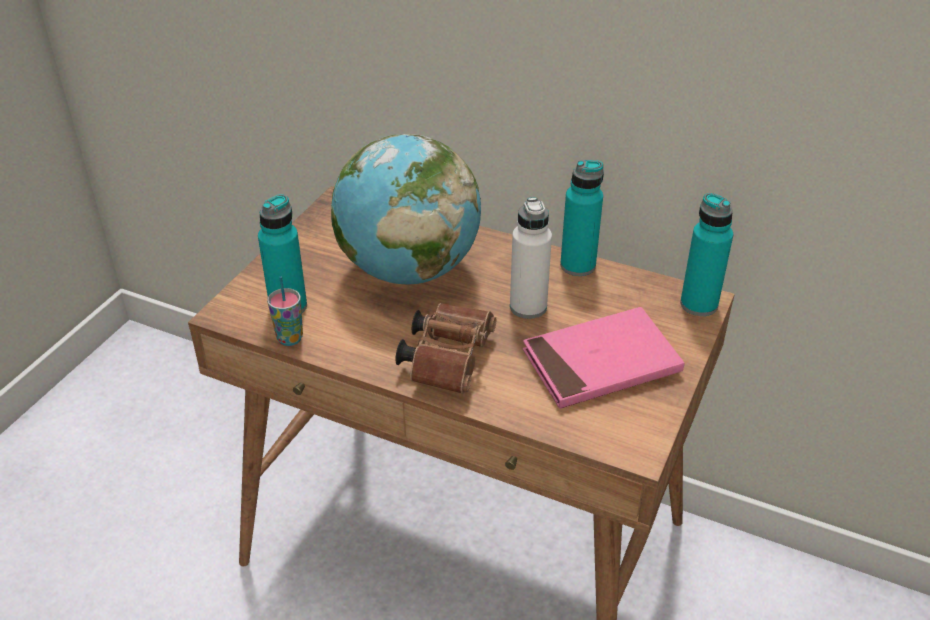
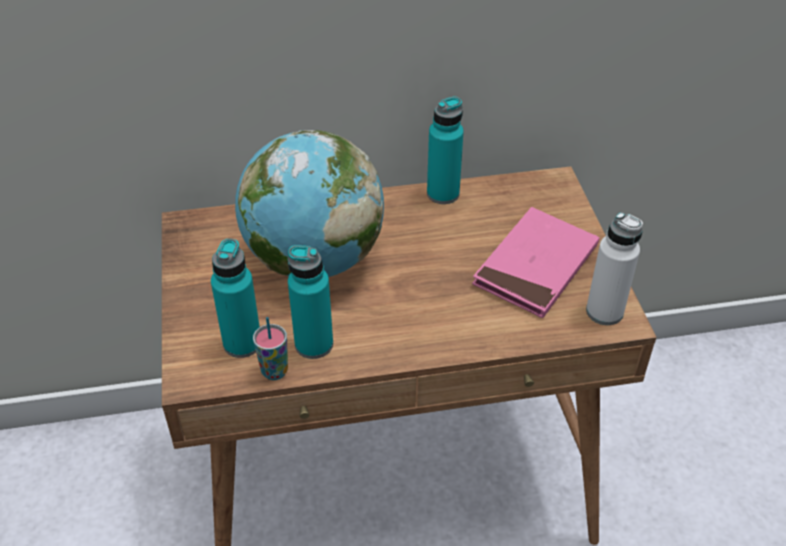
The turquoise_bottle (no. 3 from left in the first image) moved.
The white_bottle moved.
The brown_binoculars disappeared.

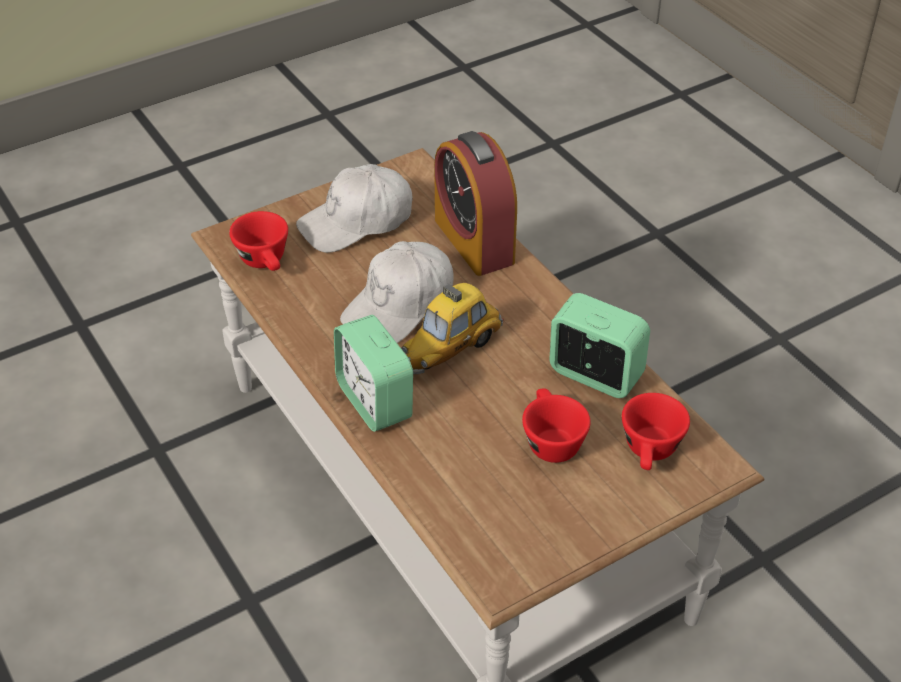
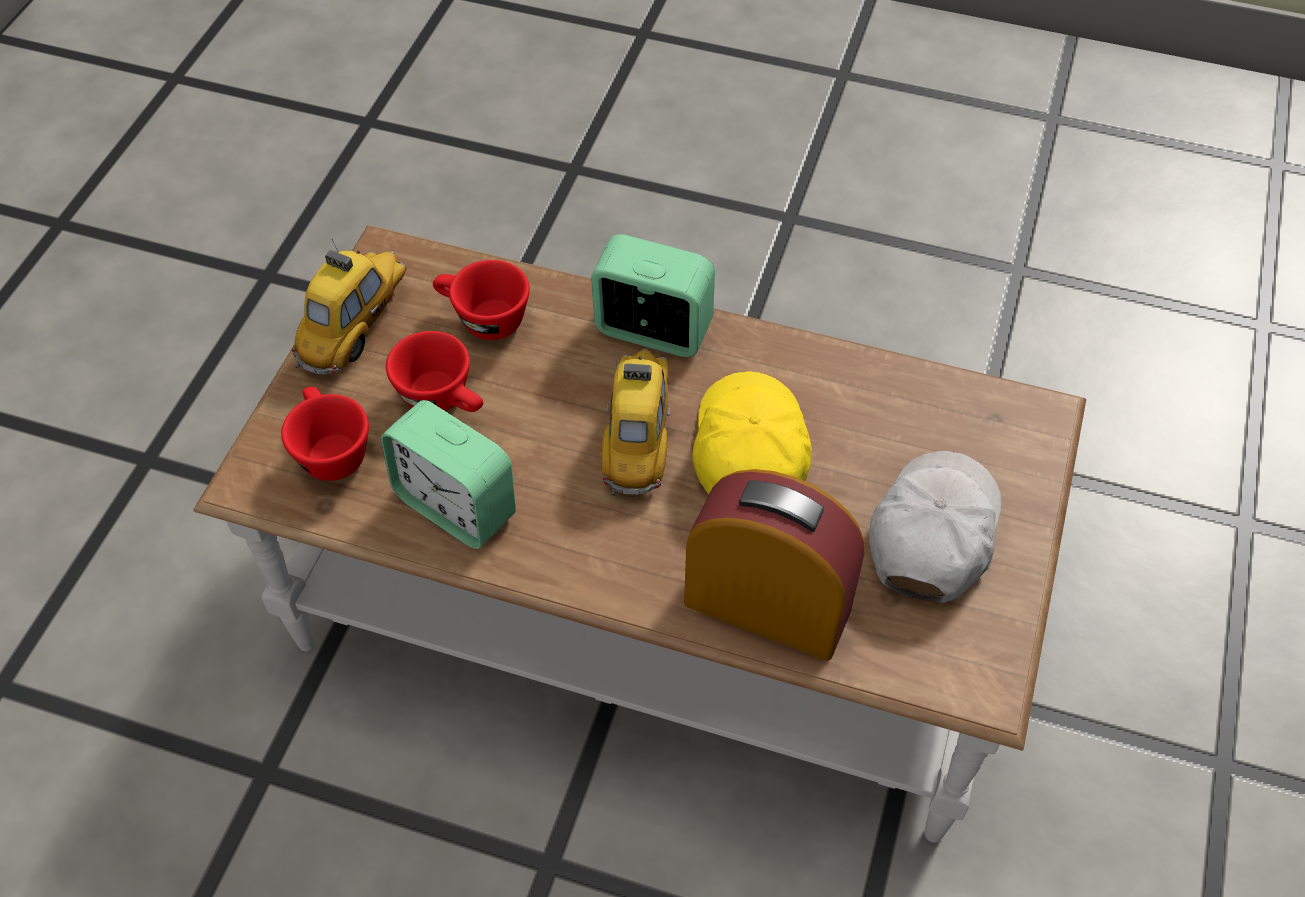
The red_cup (no. 1 from left in the first image) moved.
The white_cap (no. 2 from left) became the yellow_cap.
The alarm_clock (no. 3 from left in the first image) turned 45 degrees clockwise.
The toy_car (no. 1 from left) appeared.

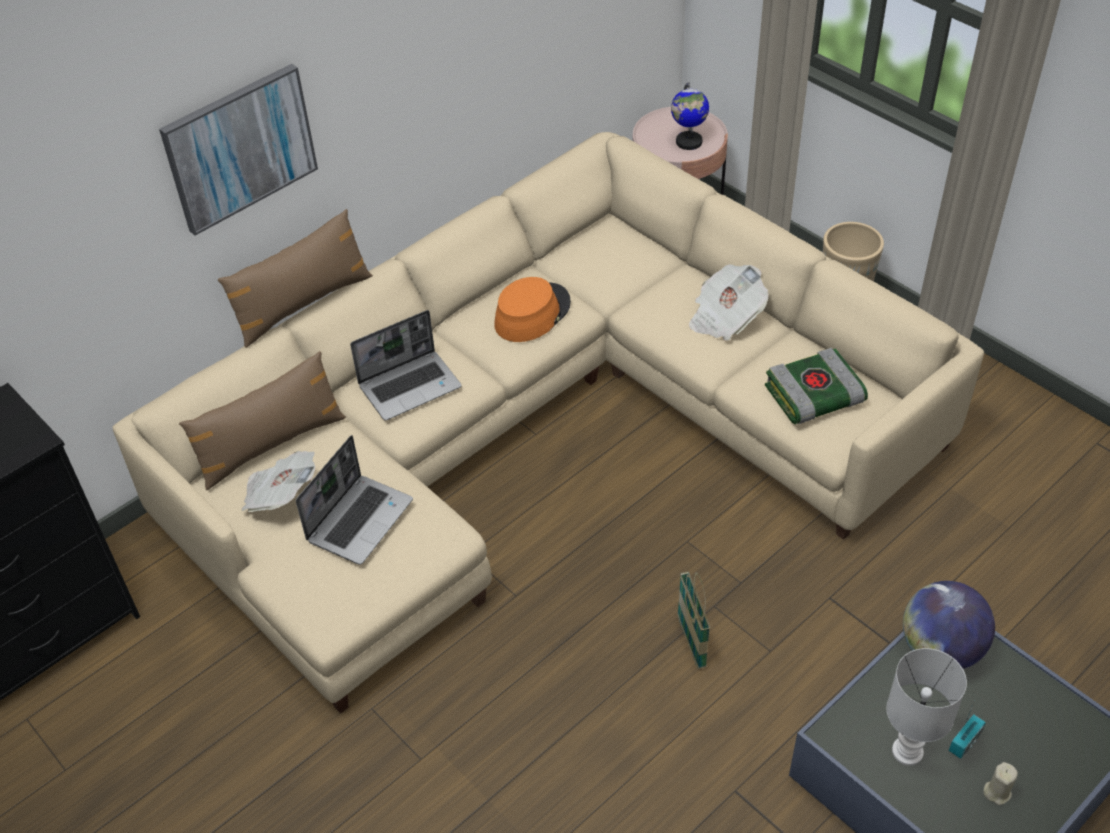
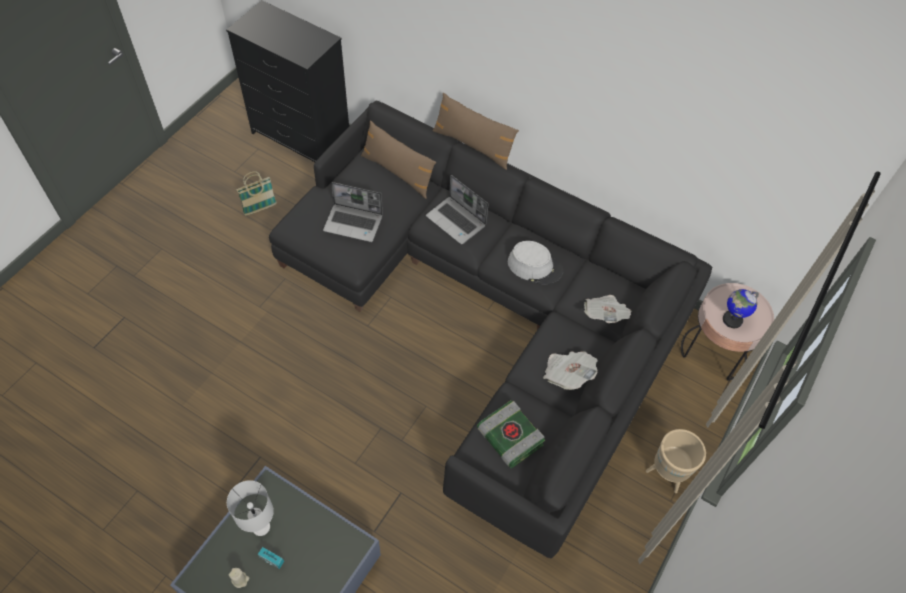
The picture disappeared.
The beige_sofa became the black_sofa.
The orange_hat became the grey_hat.
The newspaper (no. 1 from left in the first image) moved.
The basket moved.
The globe (no. 2 from left) disappeared.

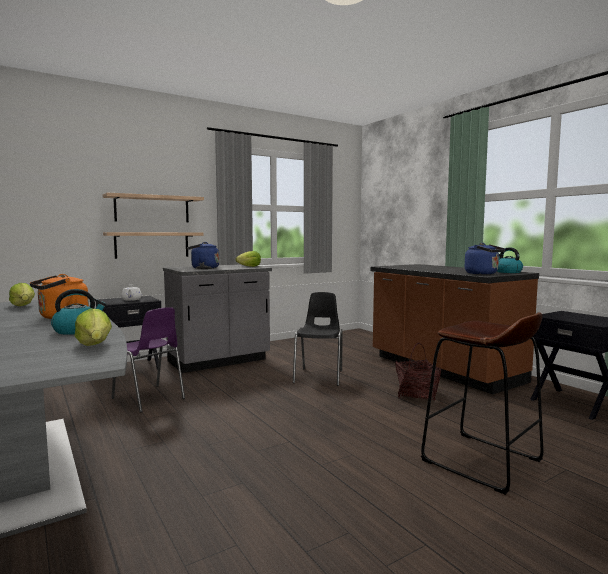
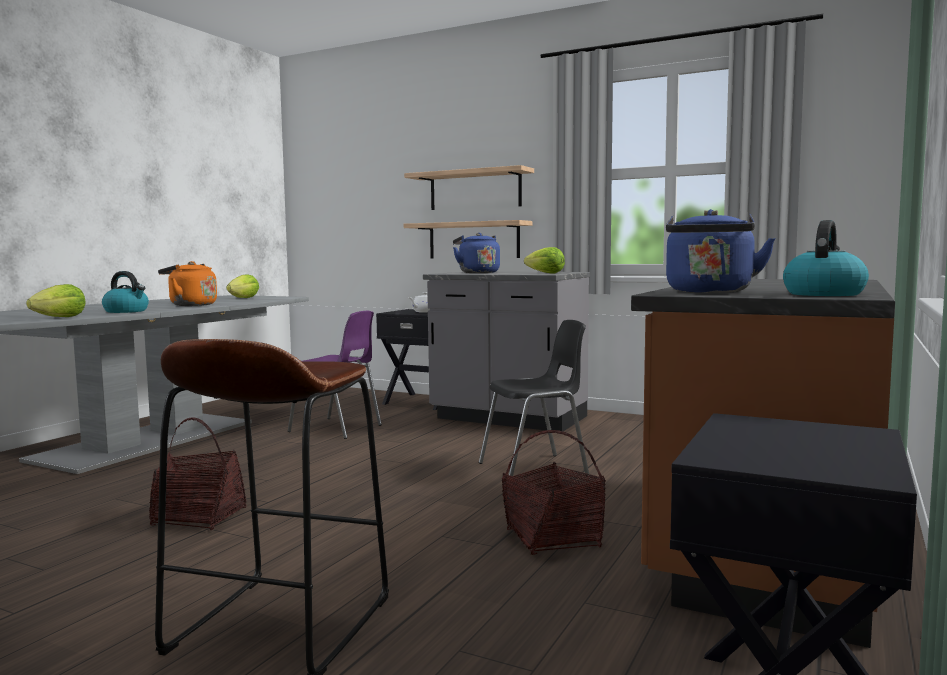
The purple_chair turned 75 degrees counterclockwise.
The basket (no. 1 from left) appeared.

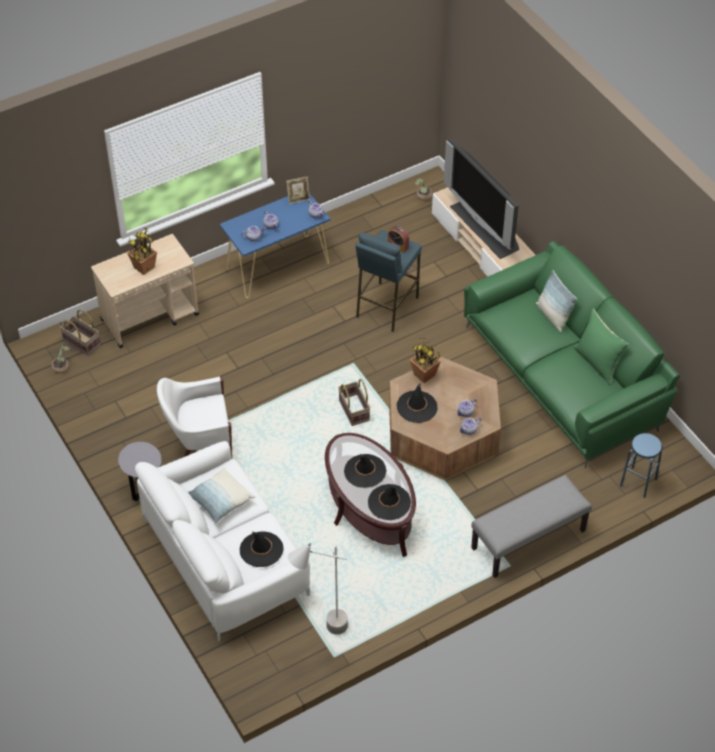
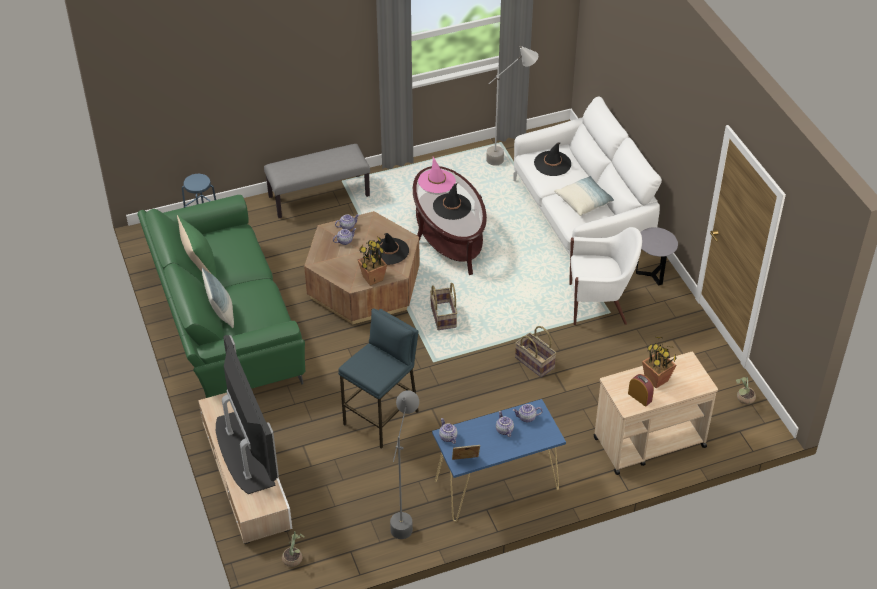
The alarm_clock moved.
The basket (no. 1 from left in the first image) moved.
The black_hat (no. 3 from left) became the pink_hat.
The grey_floor_lamp (no. 1 from left) appeared.

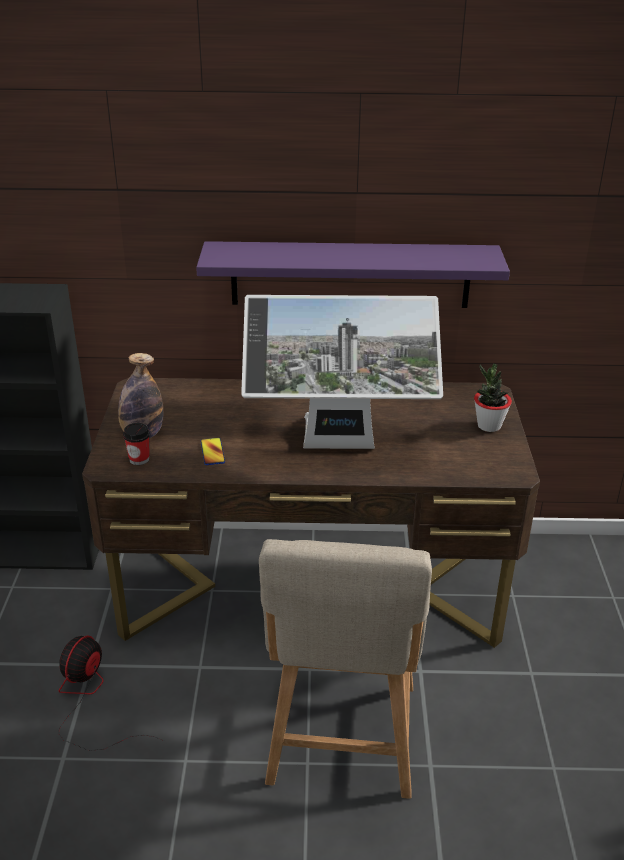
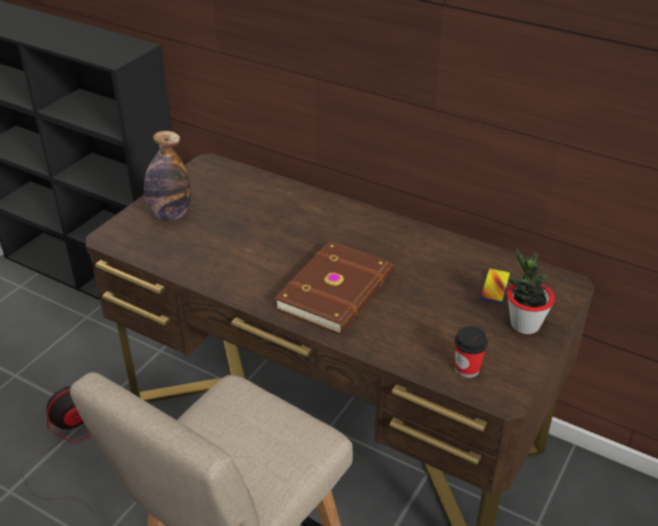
The purple_shelf disappeared.
The monitor was replaced by the brown_book.
The cup moved.
The phone moved.

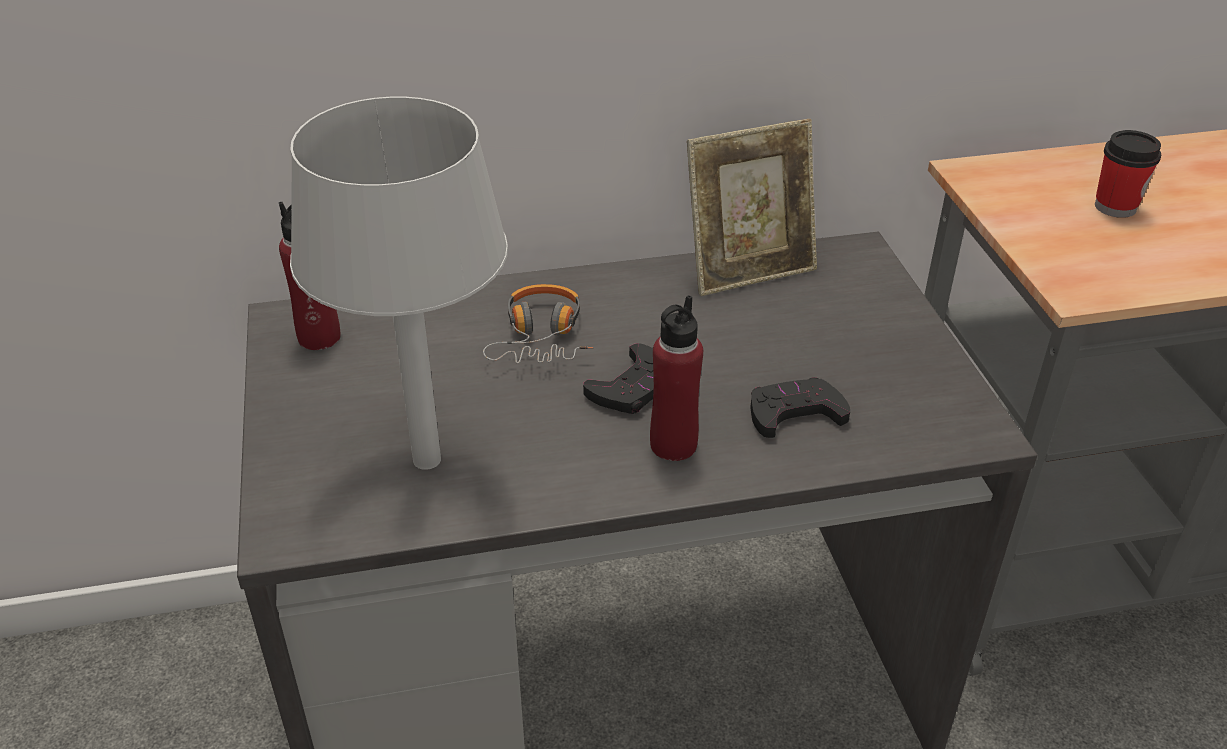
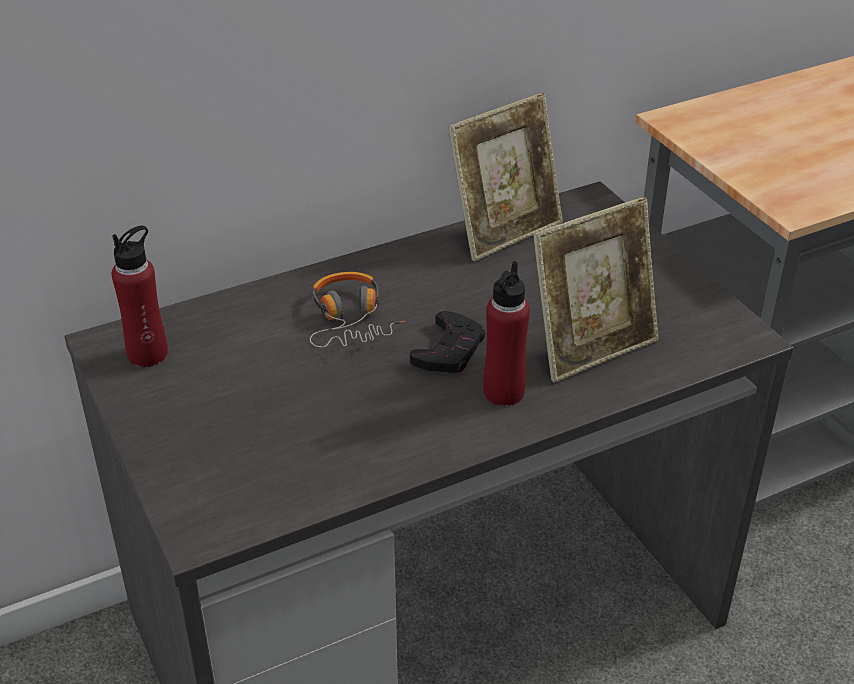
The grey_table_lamp disappeared.
The cup disappeared.
The black_game_controller (no. 2 from left) was replaced by the picture_frame (no. 2 from left).

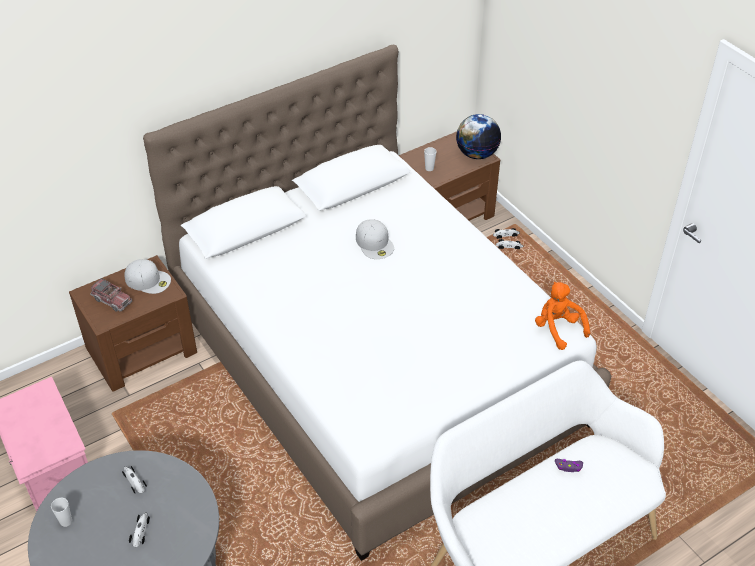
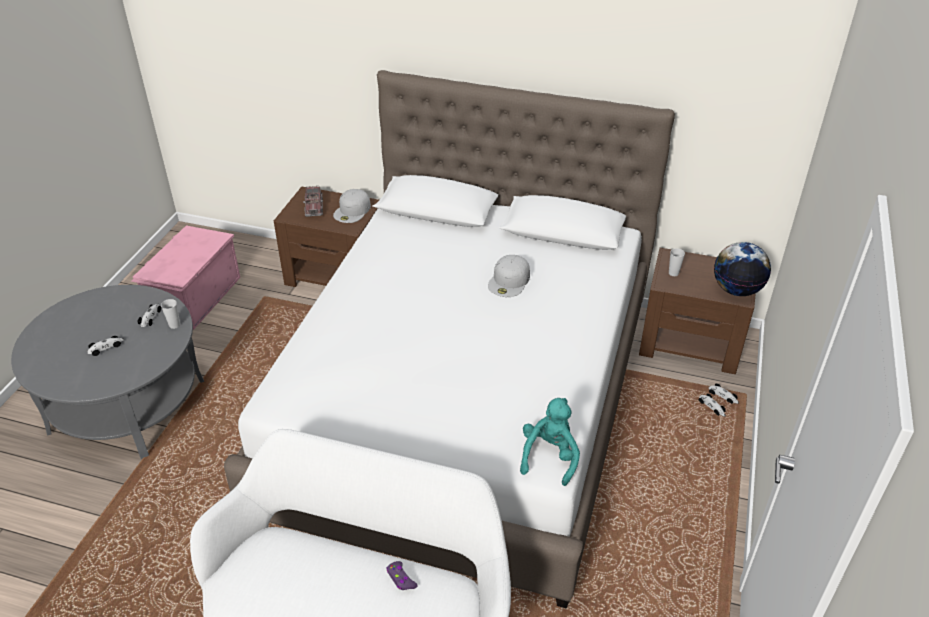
The white_cap (no. 1 from left) turned 45 degrees clockwise.
The orange_plush_toy became the turquoise_plush_toy.
The cup (no. 1 from left) moved.

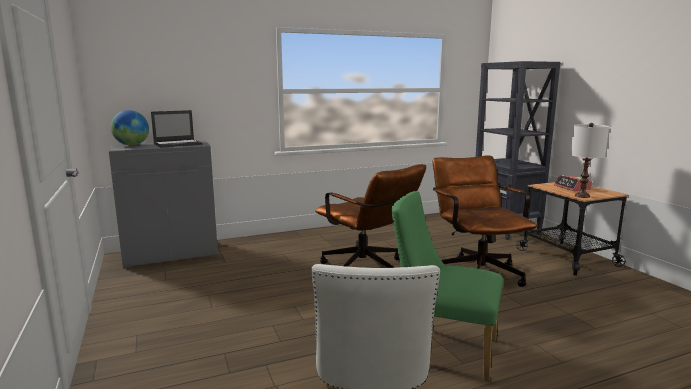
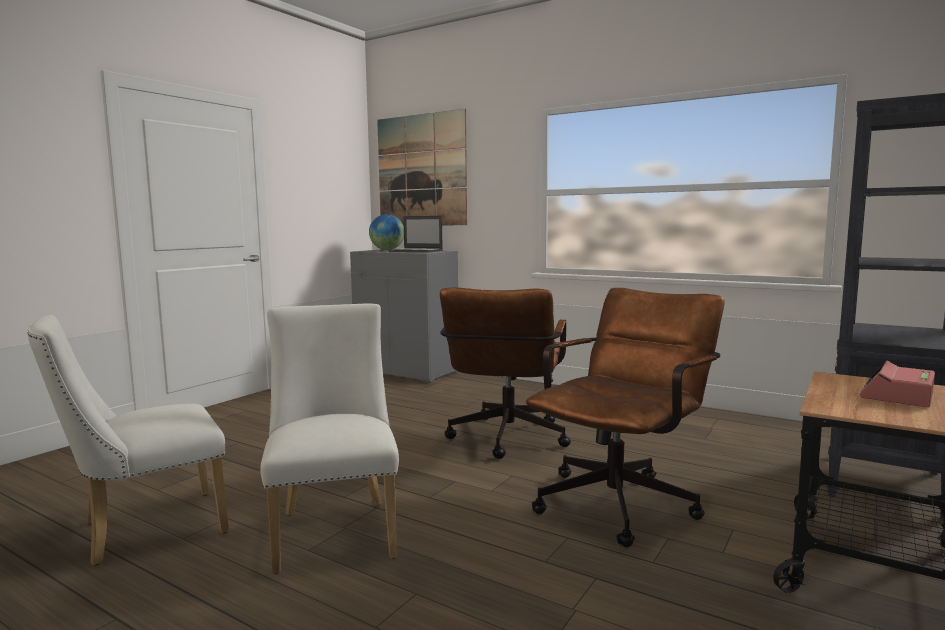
The white_table_lamp disappeared.
The green_chair became the white_chair (no. 2 from left).
The picture appeared.

